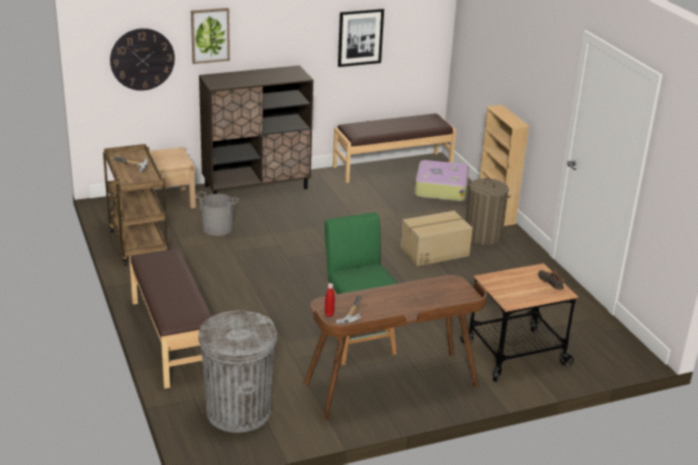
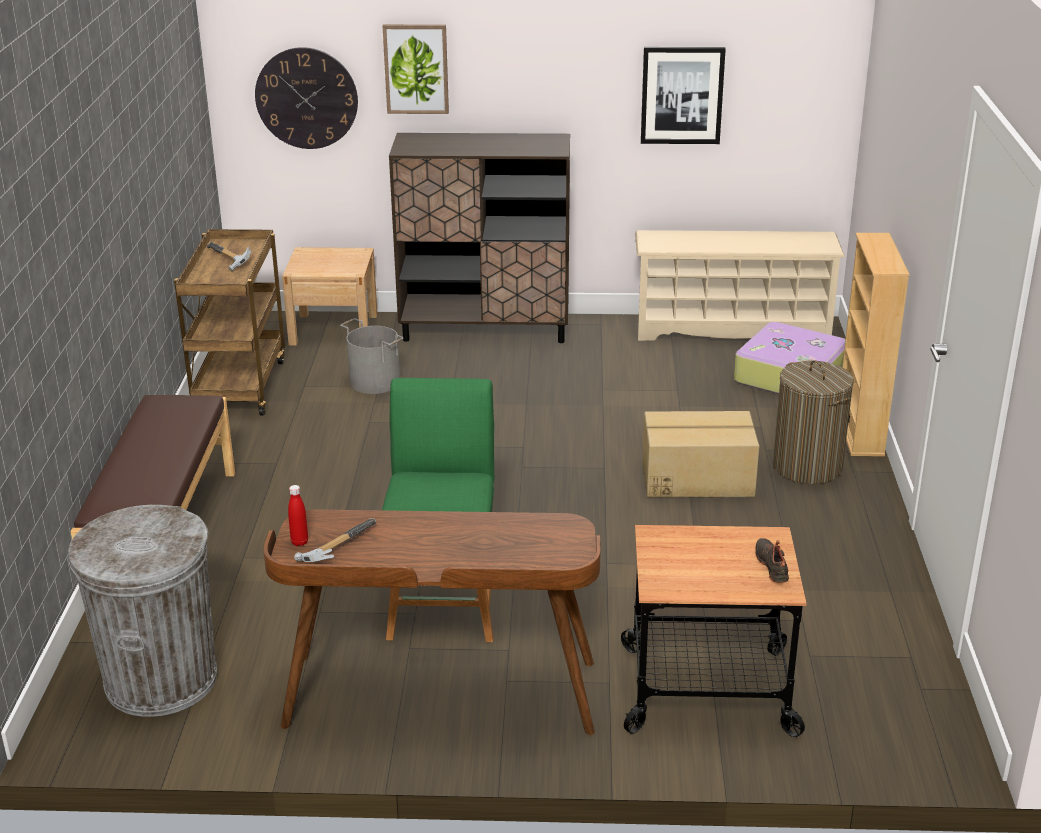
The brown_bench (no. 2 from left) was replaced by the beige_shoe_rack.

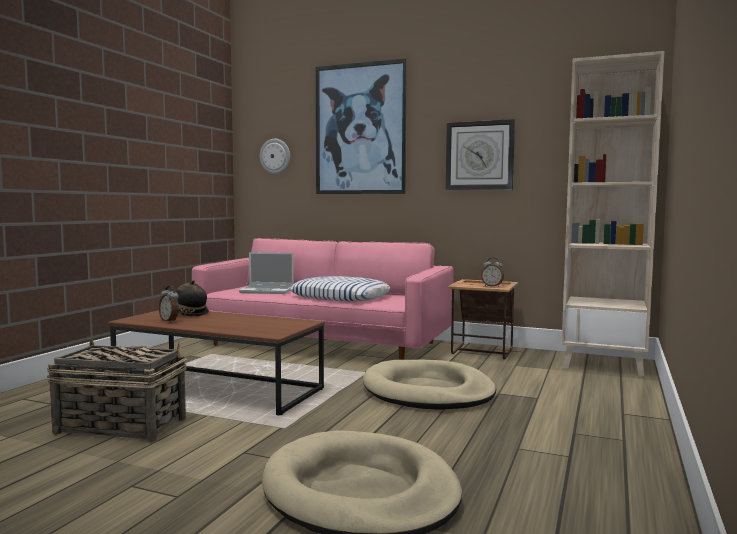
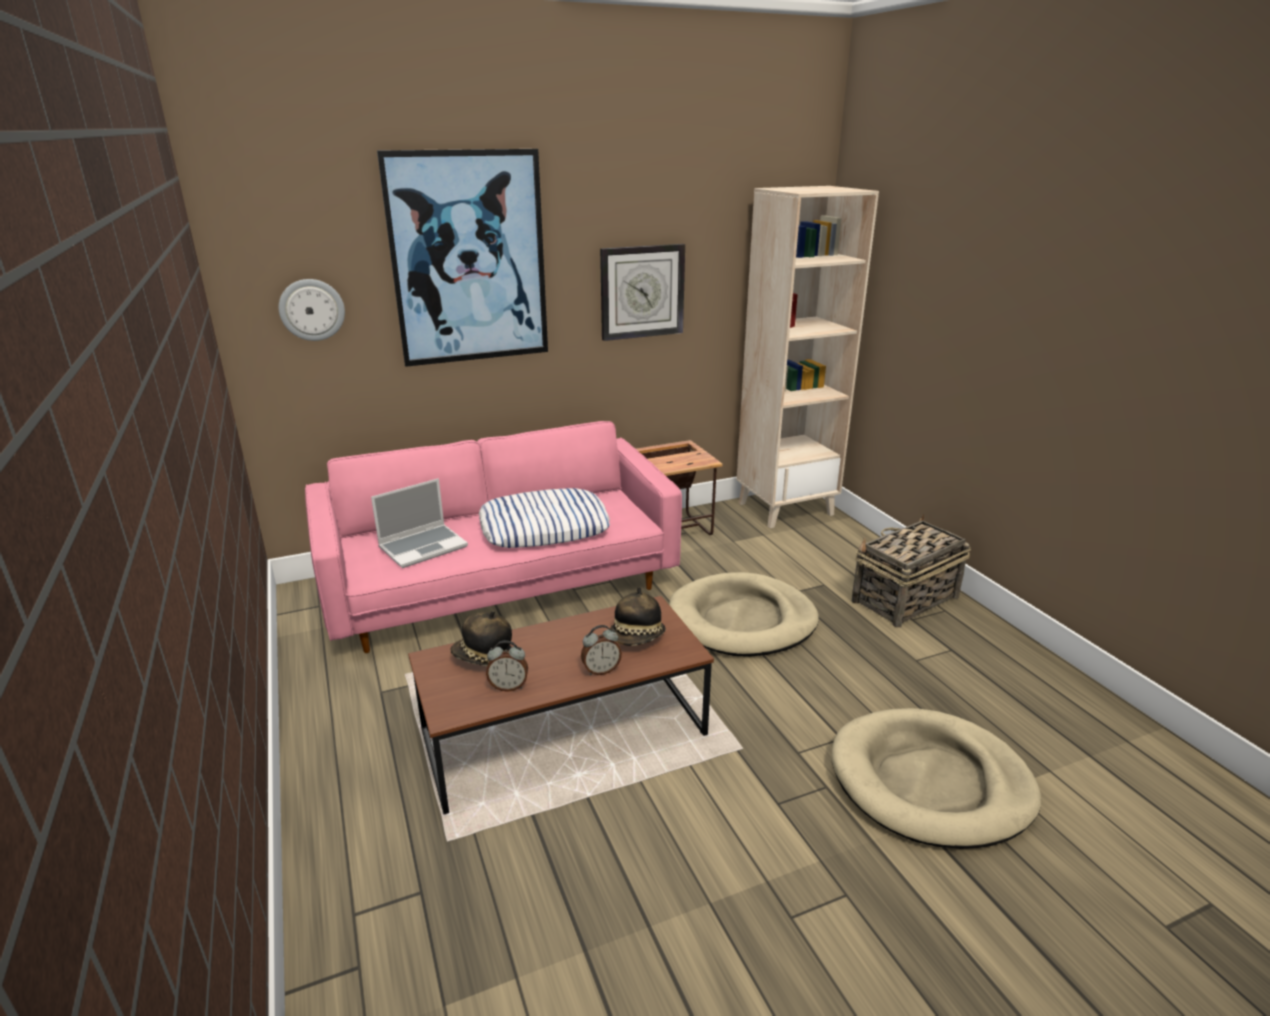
The alarm_clock (no. 2 from left) moved.
The basket moved.
The hat (no. 2 from left) appeared.

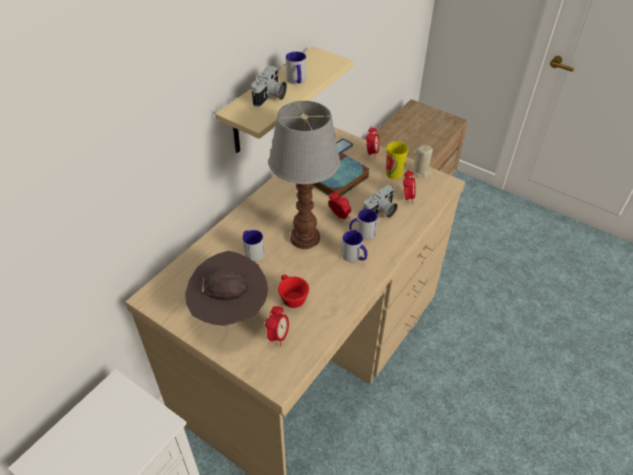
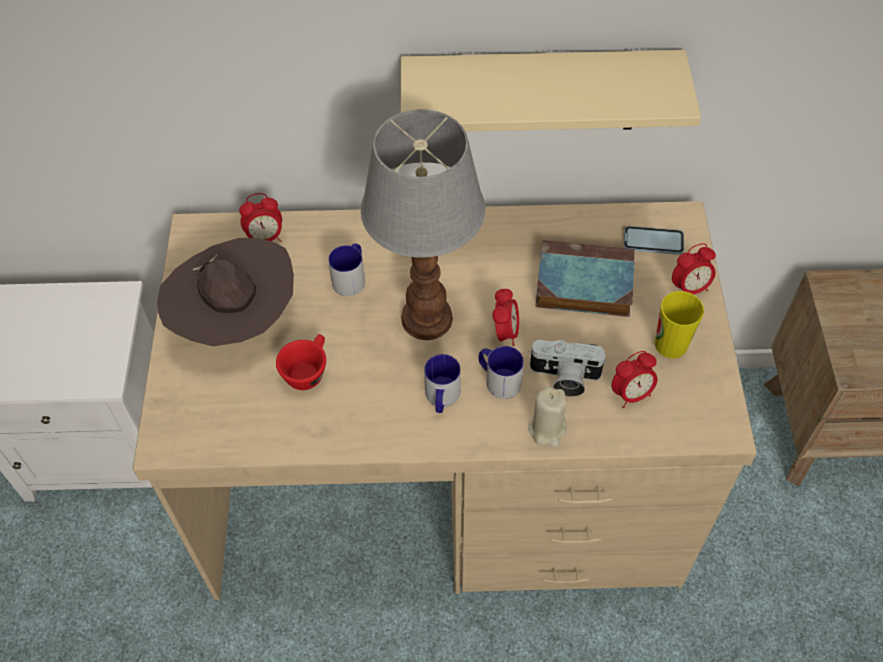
The mug (no. 2 from left) disappeared.
The photo_camera (no. 1 from left) disappeared.
The beige_candle moved.
The alarm_clock (no. 1 from left) moved.

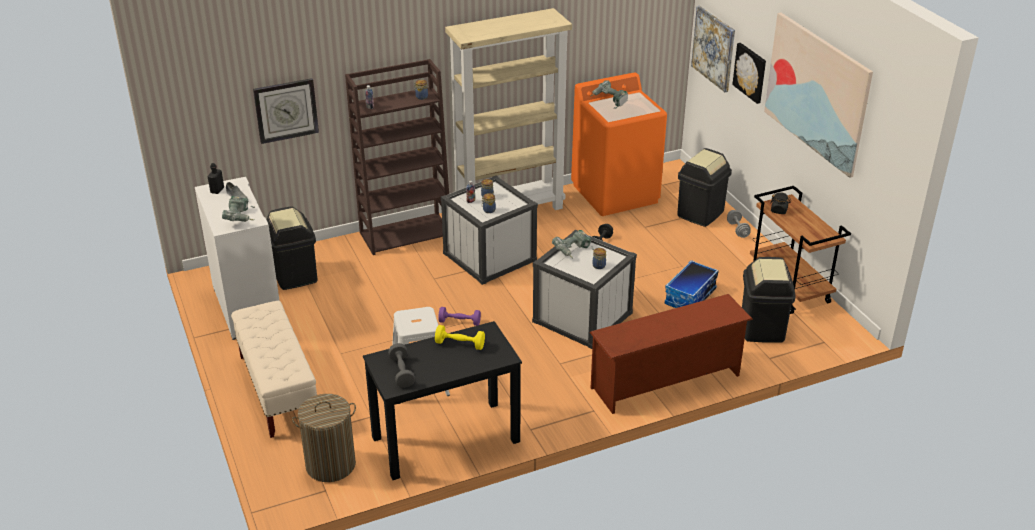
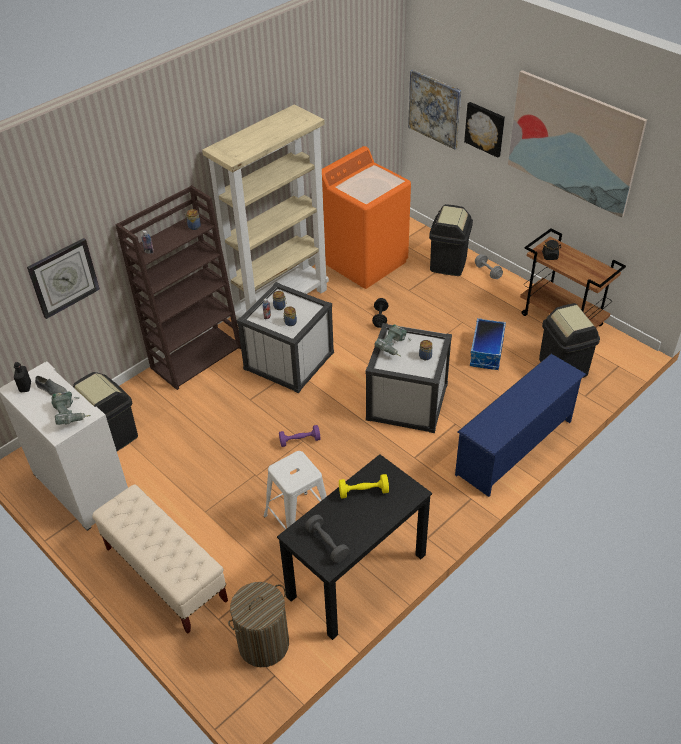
The power_drill (no. 3 from left) disappeared.
The brown_shoe_rack became the blue_shoe_rack.

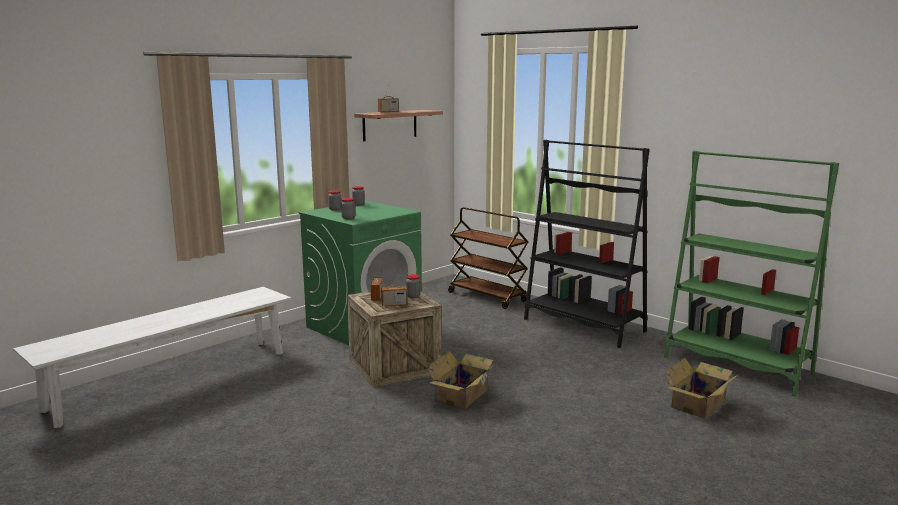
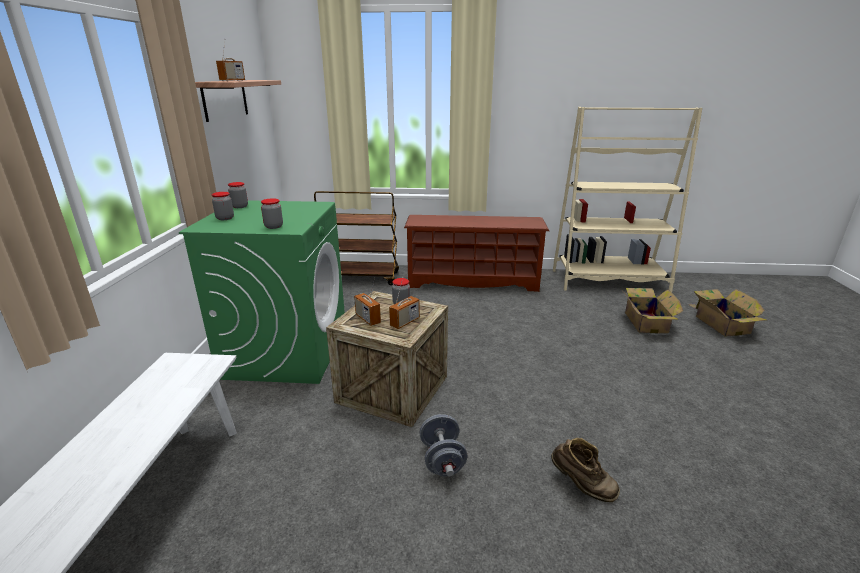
The black_bookcase was replaced by the brown_shoe_rack.
The green_bookcase became the beige_bookcase.
The cardboard_box (no. 1 from left in the first image) moved.
The grey_dumbbell appeared.
The brown_boot appeared.

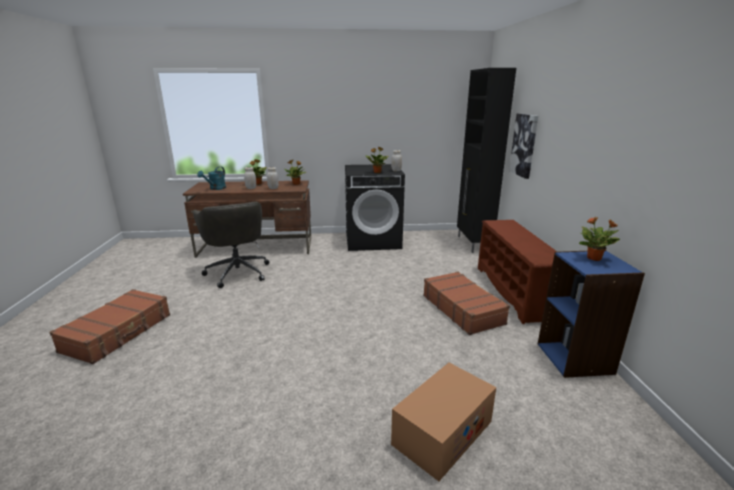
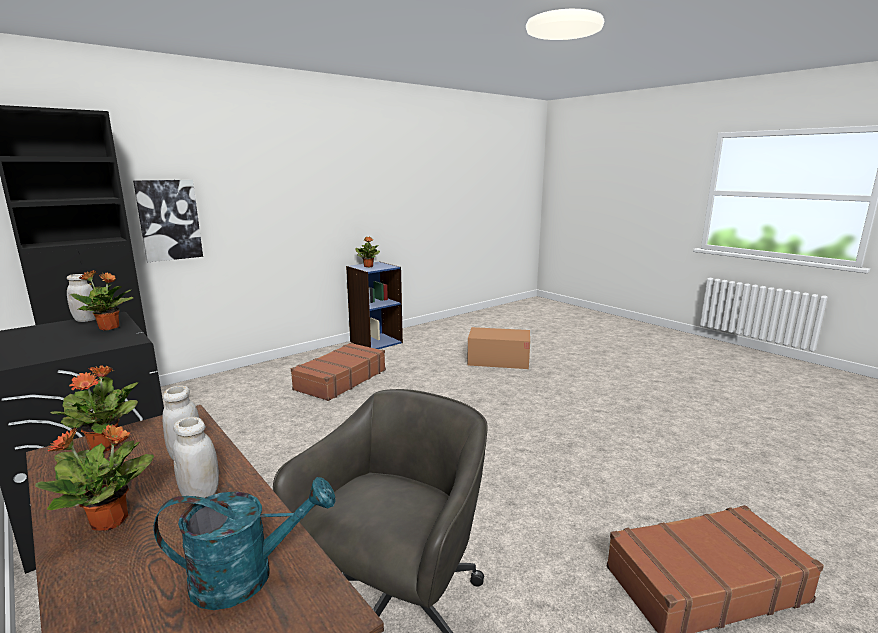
The brown_shoe_rack disappeared.

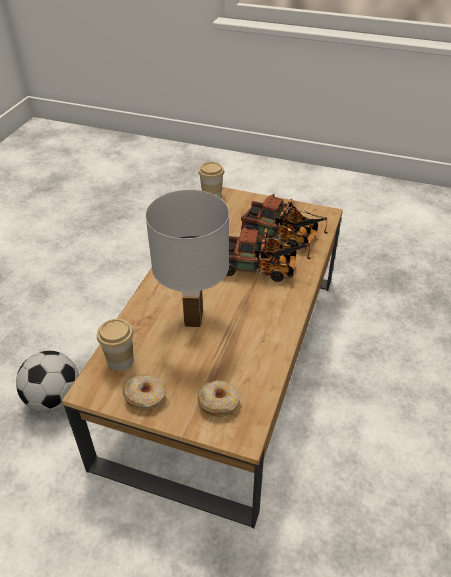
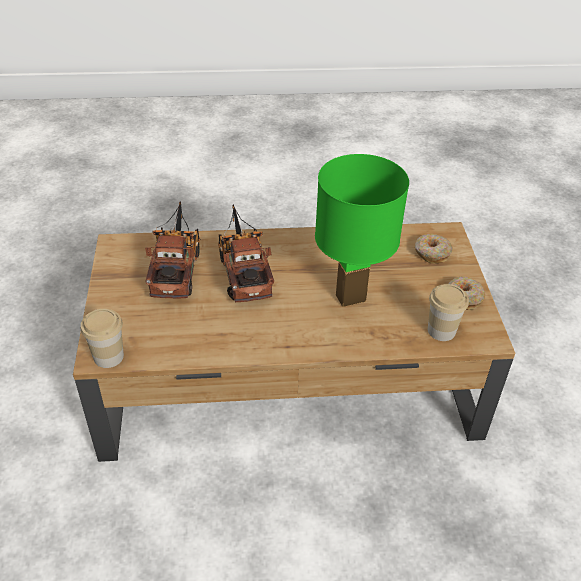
The white_table_lamp became the green_table_lamp.
The football disappeared.

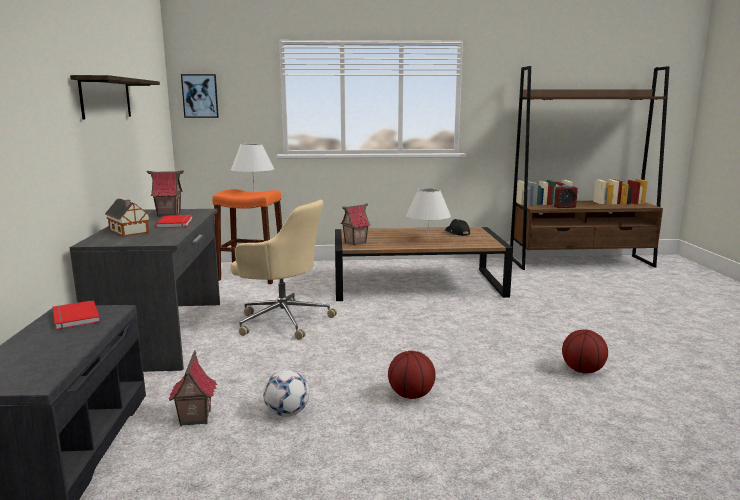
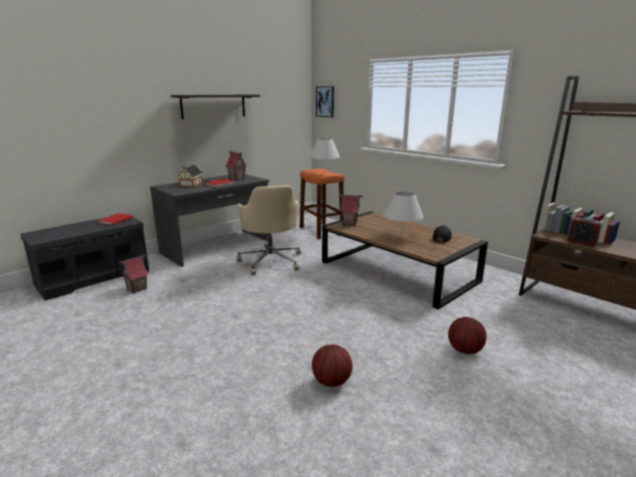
The basketball (no. 1 from left in the first image) moved.
The football disappeared.

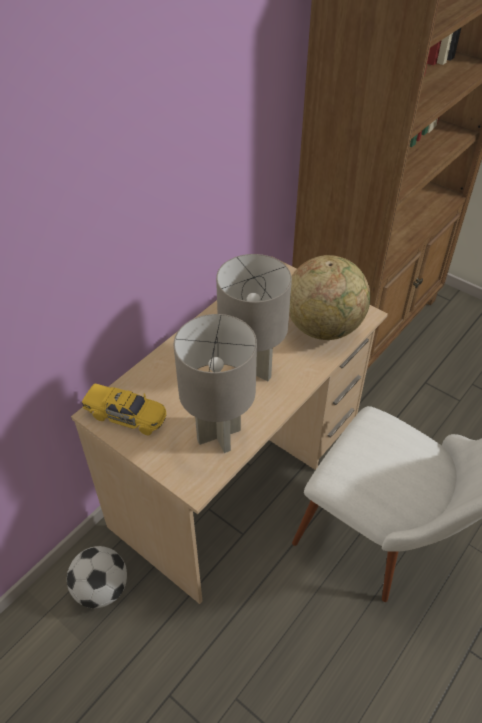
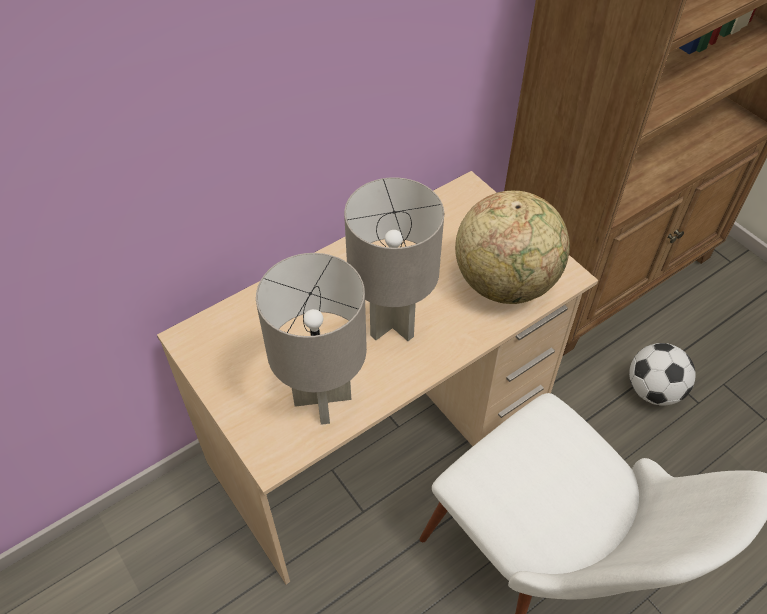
The yellow_toy_car disappeared.
The football moved.

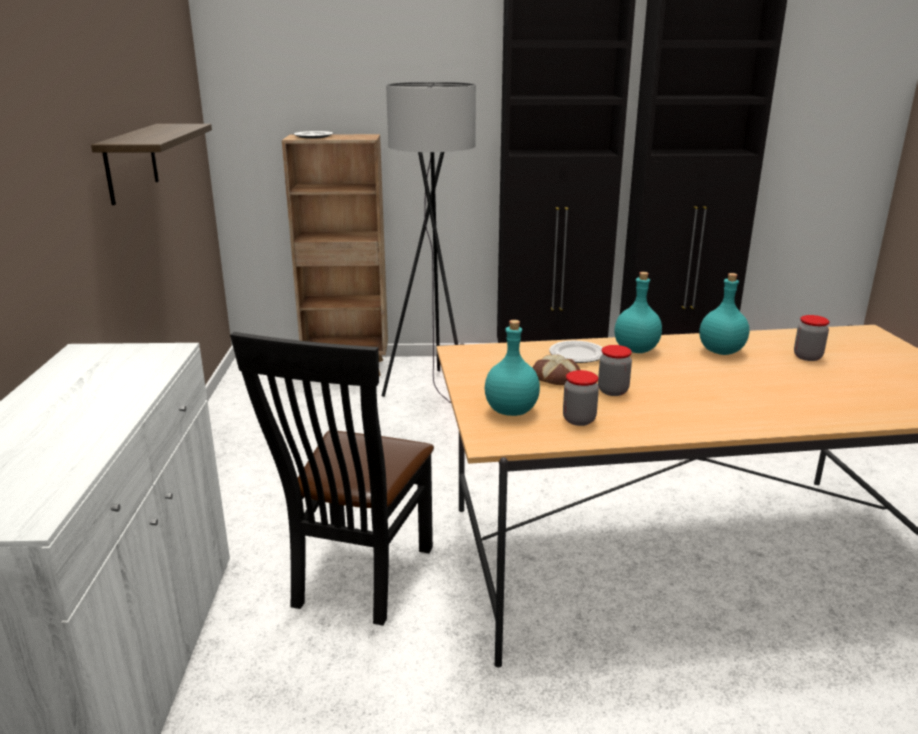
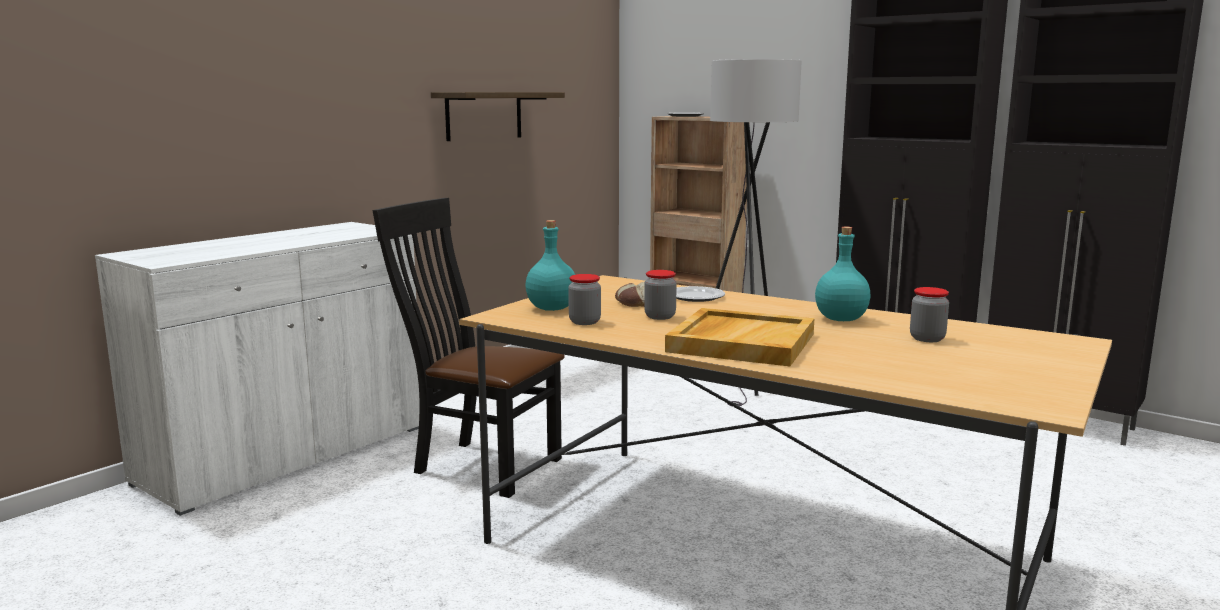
The turquoise_bottle (no. 2 from left) disappeared.
The black_chair turned 60 degrees clockwise.
The beige_tray appeared.

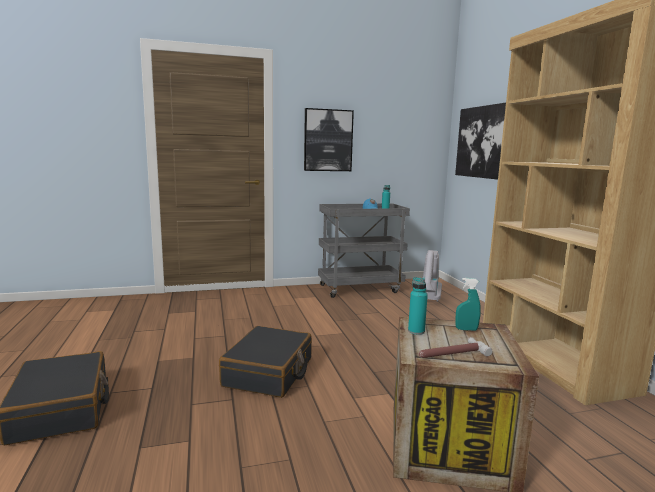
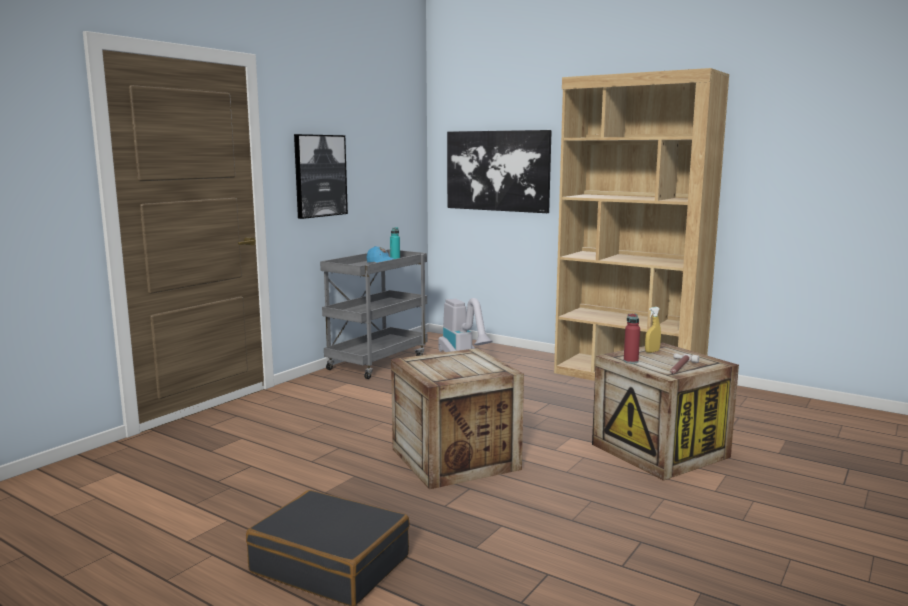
The turquoise_bottle (no. 2 from left) became the red_bottle.
The turquoise_spray_bottle became the yellow_spray_bottle.
The black_suitcase (no. 2 from left) was replaced by the crate (no. 1 from left).

